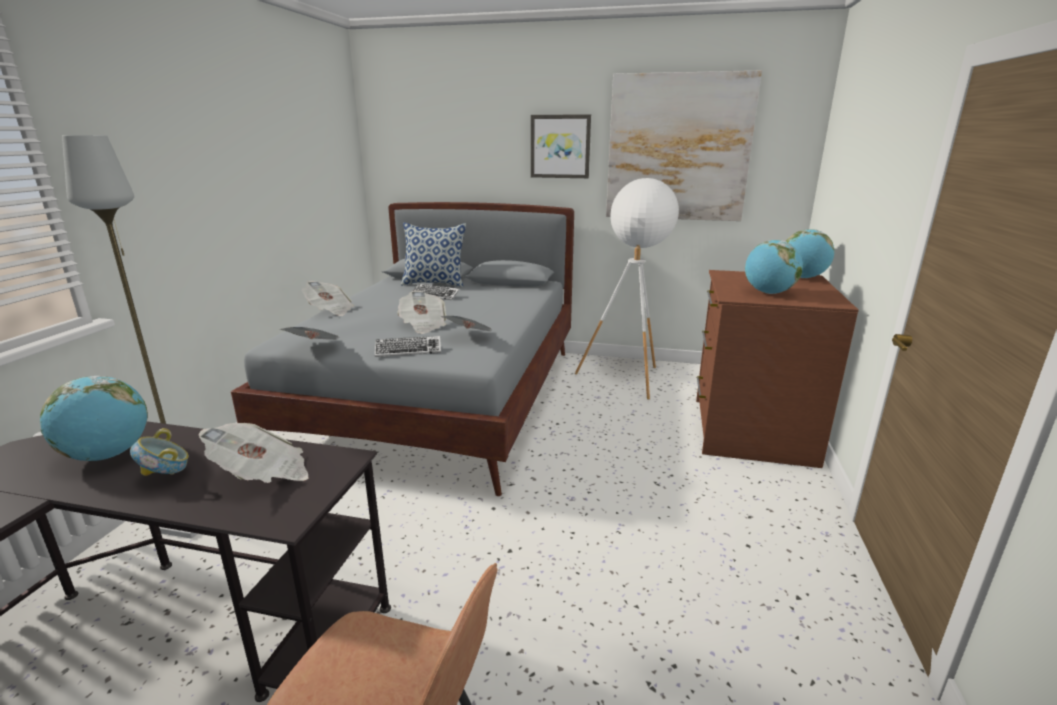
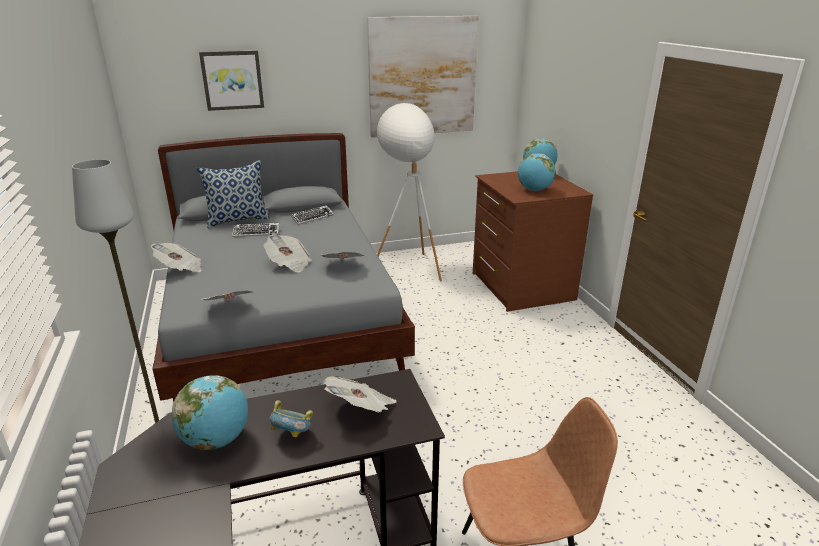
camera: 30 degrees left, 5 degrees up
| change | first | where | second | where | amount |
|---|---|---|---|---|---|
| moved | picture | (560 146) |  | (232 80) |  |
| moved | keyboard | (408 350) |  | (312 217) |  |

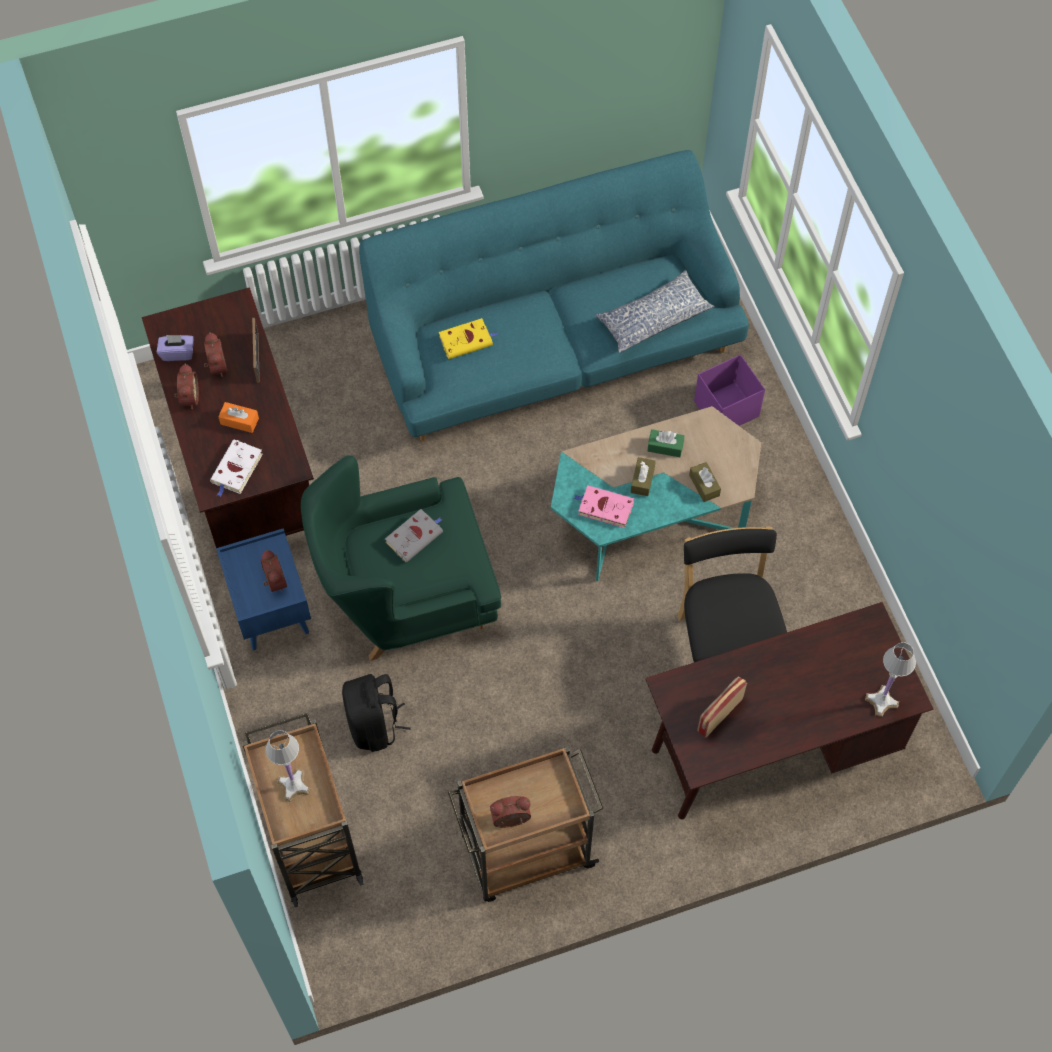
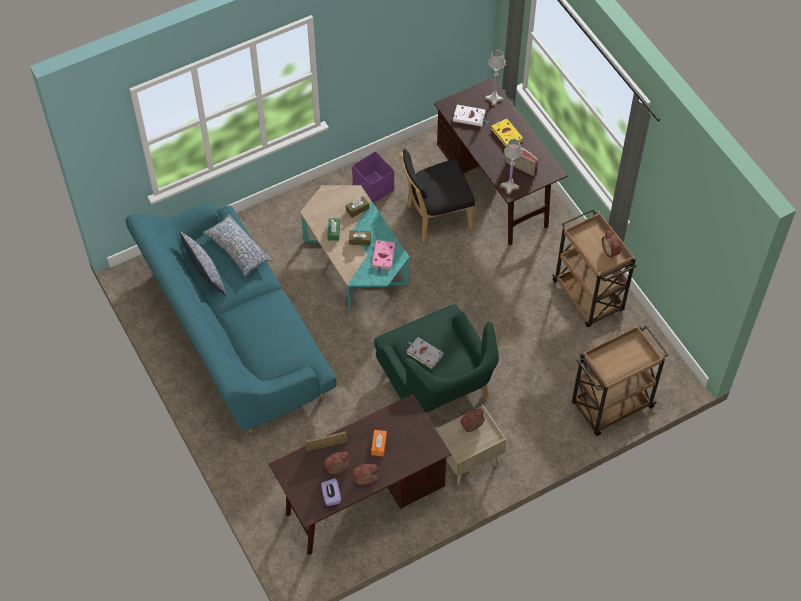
camera: 100 degrees left, 5 degrees down
| change | first | where | second | where | amount |
|---|---|---|---|---|---|
| moved | yellow book | (467 340) |  | (506 134) |  |
| moved | purple storage box | (725 409) |  | (373 188) |  |
| moved | white book | (236 470) |  | (470 117) |  |
| recoloured | blue nightstand | (270 611) | beige nightstand | (468 460) |  |
| removed | black backpack | (374 725) |  |  |  |
| moved | white table lamp | (293 786) |  | (510 186) |  |
| added |  |  | pillow | (205 271) |  |

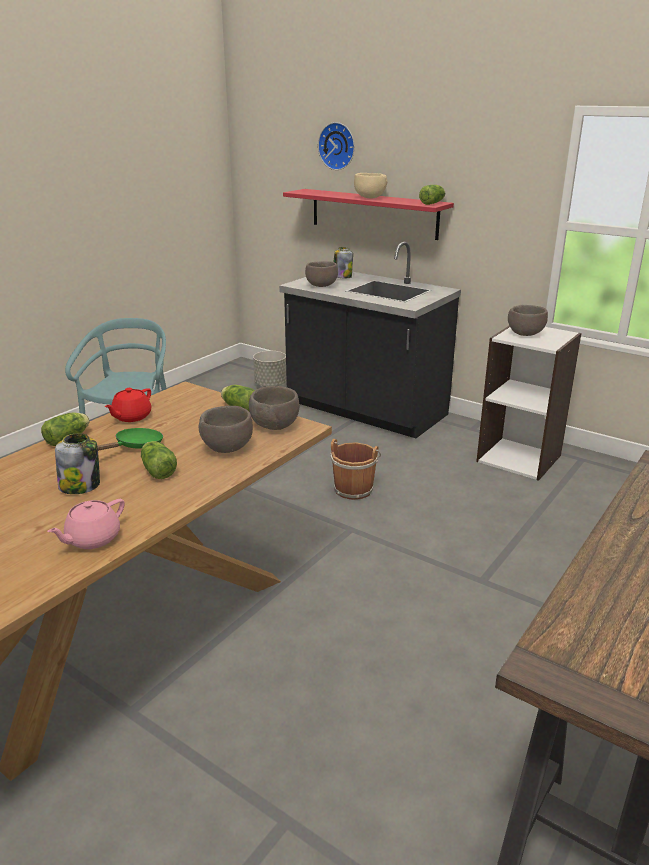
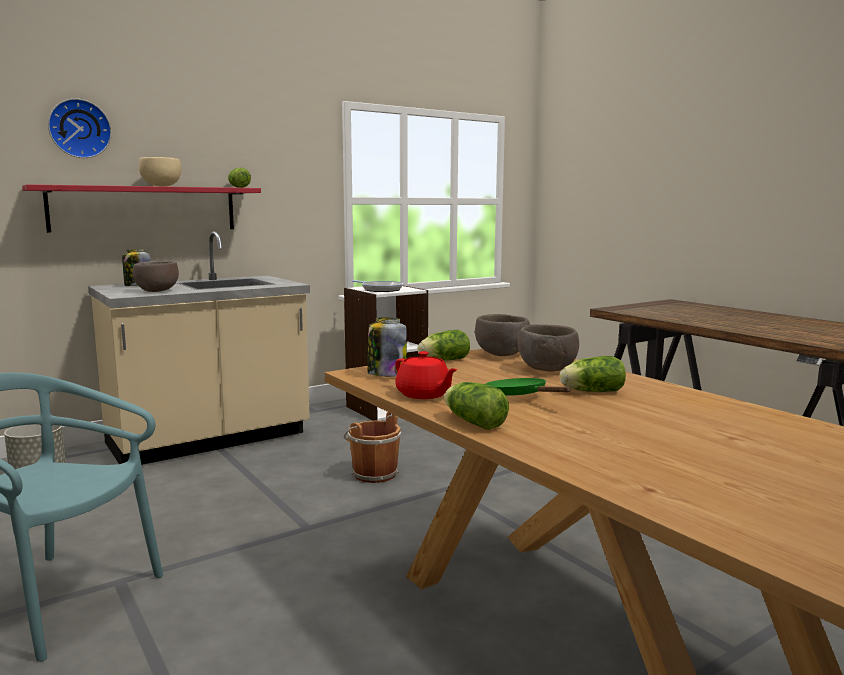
camera: 70 degrees left, 15 degrees down
| change | first | where | second | where | amount |
|---|---|---|---|---|---|
| recoloured | black counter | (365 411) | beige counter | (209 440) |  |
| replaced | brown bowl | (525 334) | frying pan | (380 289) |  |
| moved | jar | (81 485) |  | (386 374) |  |
| removed | pink teapot | (92 539) |  |  |  |

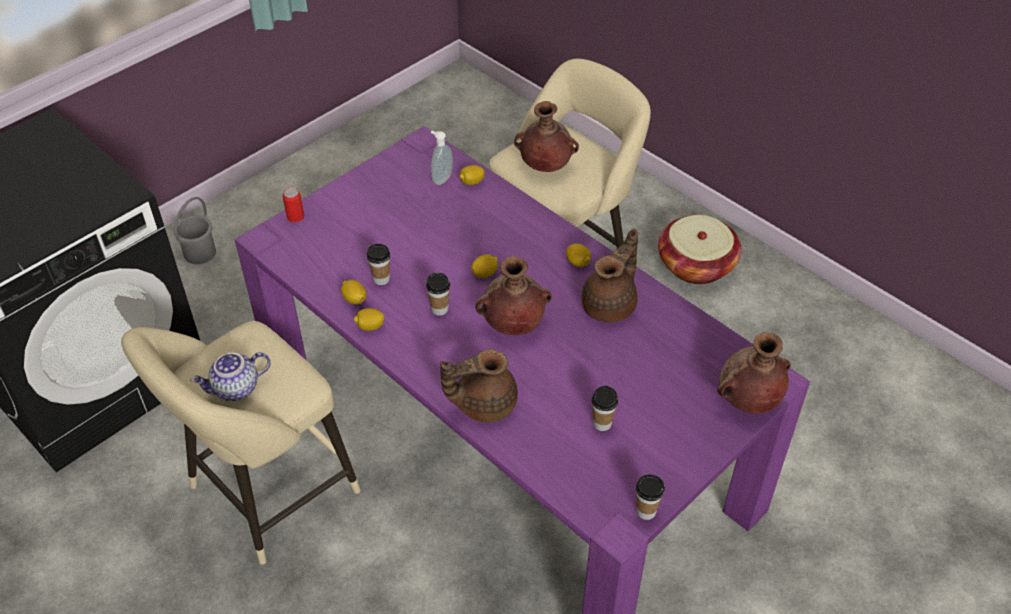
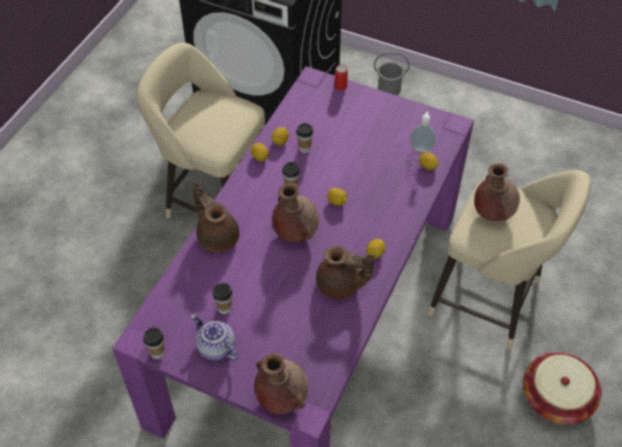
camera: 70 degrees right, 5 degrees up
| change | first | where | second | where | amount |
|---|---|---|---|---|---|
| moved | teapot | (236 389) |  | (215 348) |  |

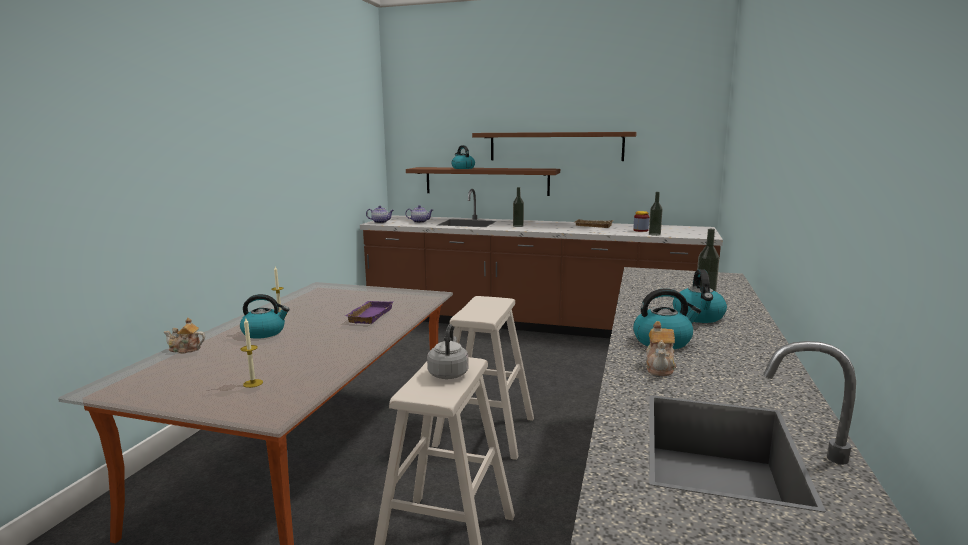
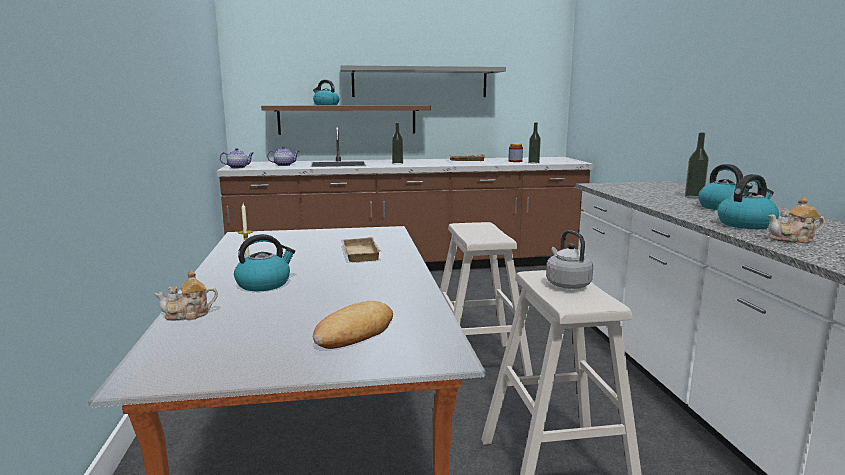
camera: 25 degrees left, 0 degrees up
| change | first | where | second | where | amount |
|---|---|---|---|---|---|
| recoloured | brown shelf | (555 146) | grey shelf | (420 82) |  |
| recoloured | purple tray | (369 315) | beige tray | (358 253) |  |
| replaced | candle | (253 383) | bread | (355 332) |  |
| turned | teapot | (660 367) |  | (792 239) | 105 degrees clockwise |

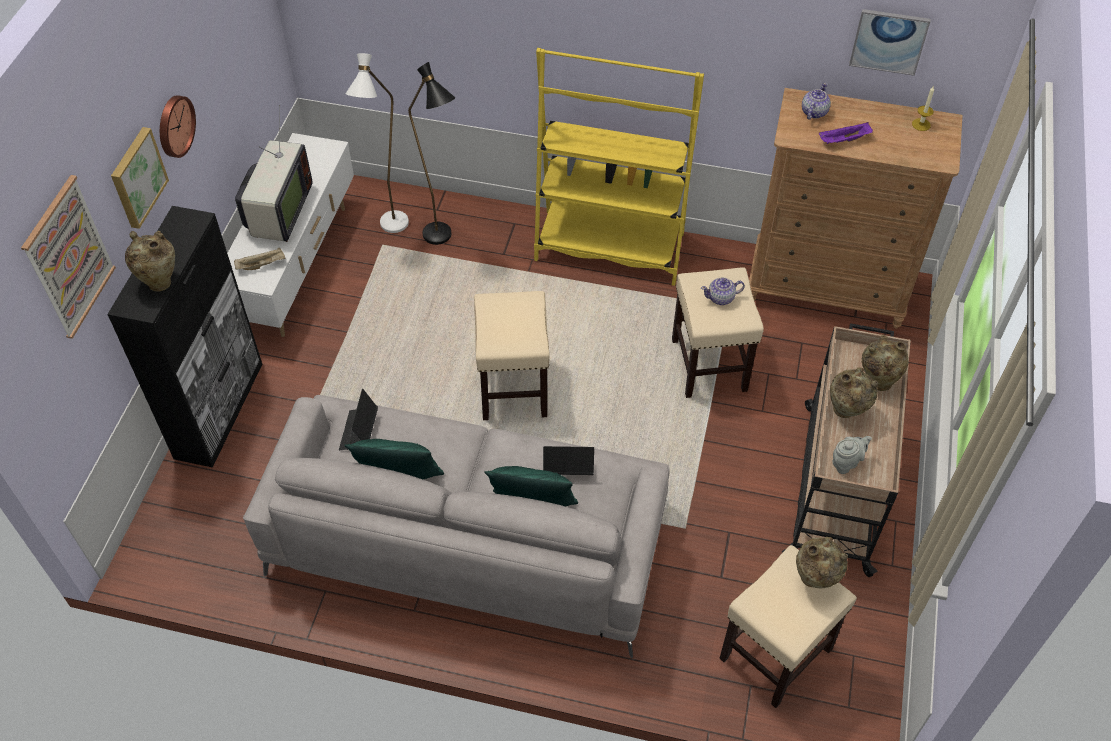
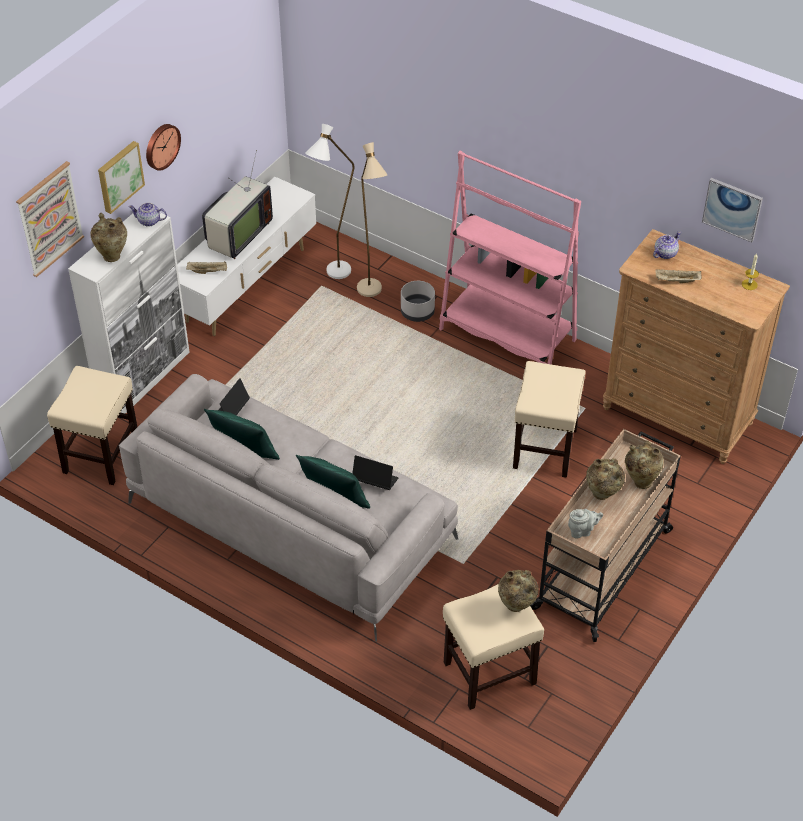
camera: 20 degrees right, 5 degrees down
| change | first | where | second | where | amount |
|---|---|---|---|---|---|
| recoloured | yellow bookcase | (610 247) | pink bookcase | (507 335) |  |
| recoloured | black floor lamp | (443 240) | beige floor lamp | (372 294) |  |
| recoloured | purple tray | (843 140) | beige tray | (676 281) |  |
| recoloured | black cabinet | (220 409) | white cabinet | (144 377) |  |
| moved | teapot | (721 298) |  | (149 221) |  |
| moved | beige stool | (513 387) |  | (101 454) |  |
| added |  |  | grey planter | (418 312) |  |

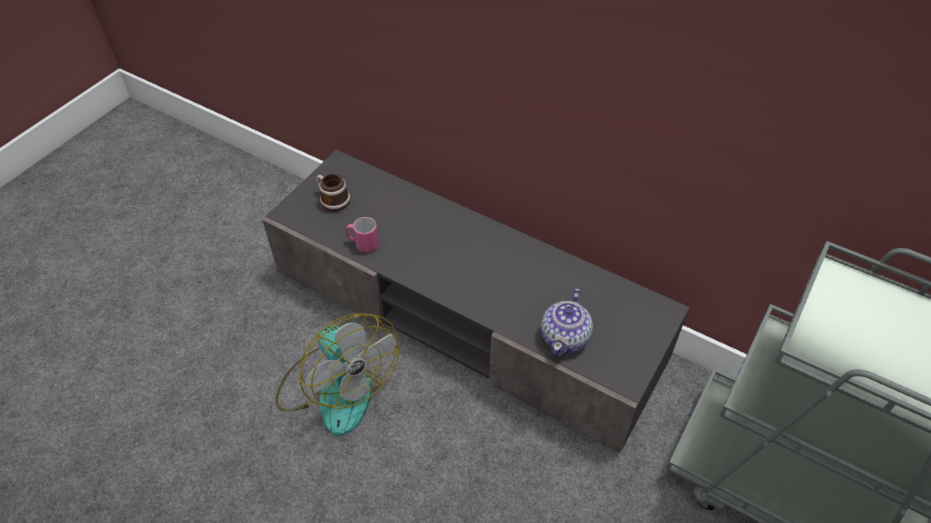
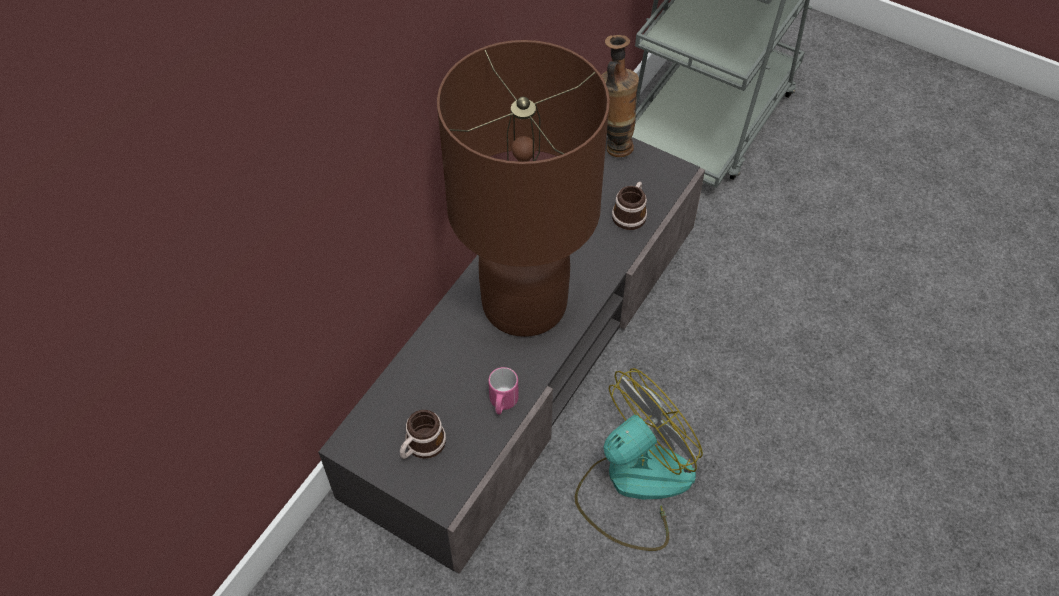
camera: 90 degrees left, 5 degrees up
| change | first | where | second | where | amount |
|---|---|---|---|---|---|
| replaced | teapot | (565 337) | mug | (631 213) |  |
| added |  |  | vase | (615 143) |  |
| added |  |  | brown table lamp | (525 303) |  |

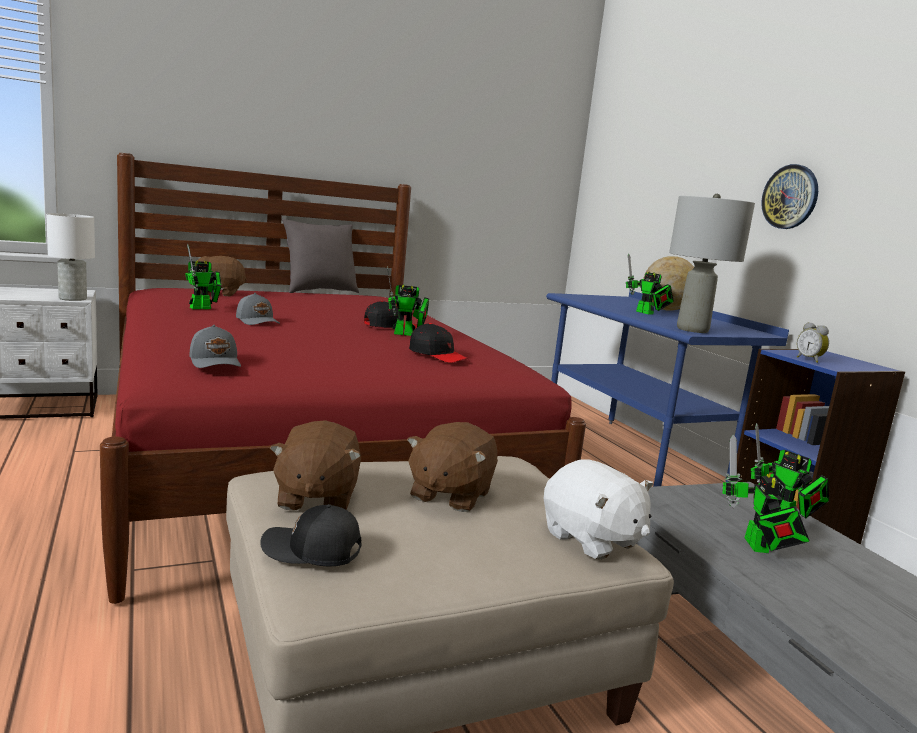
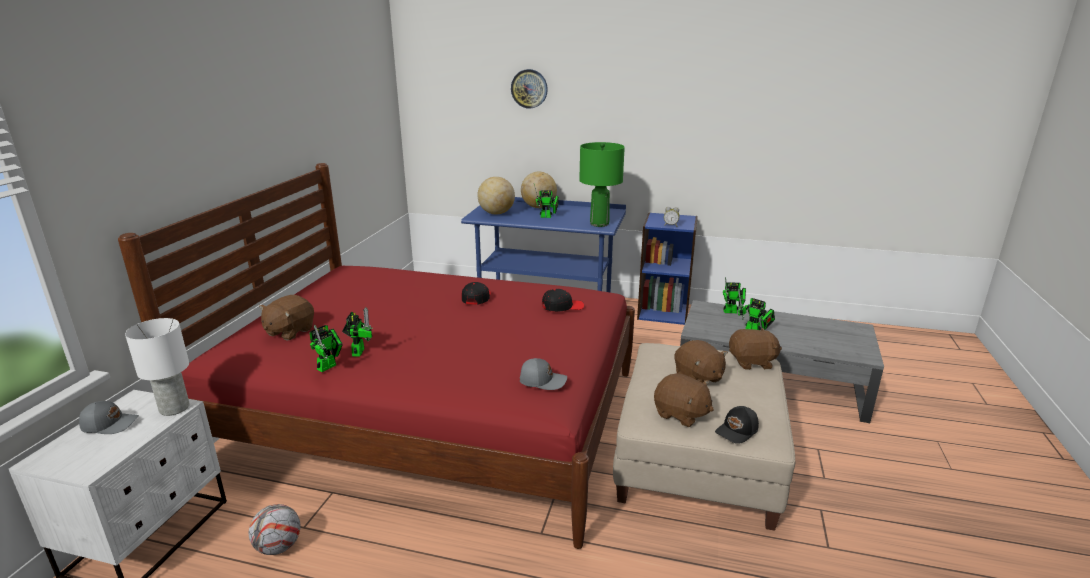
camera: 50 degrees left, 10 degrees up
| change | first | where | second | where | amount |
|---|---|---|---|---|---|
| moved | wall clock | (790 197) |  | (529 88) |  |
| recoloured | grey table lamp | (692 329) | green table lamp | (599 224) |  |
| removed | grey pillow | (319 291) |  |  |  |
| moved | toy robot | (407 334) |  | (329 366) |  |
| moved | grey cap | (258 321) |  | (110 424) |  |
| recoloured | white plush toy | (592 539) | brown plush toy | (752 362) |  |
| added |  |  | globe | (496 213) |  |
| added |  |  | football | (278 547) |  |

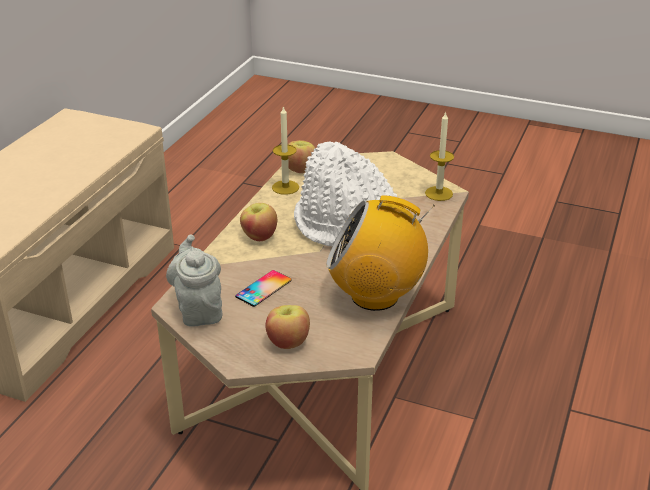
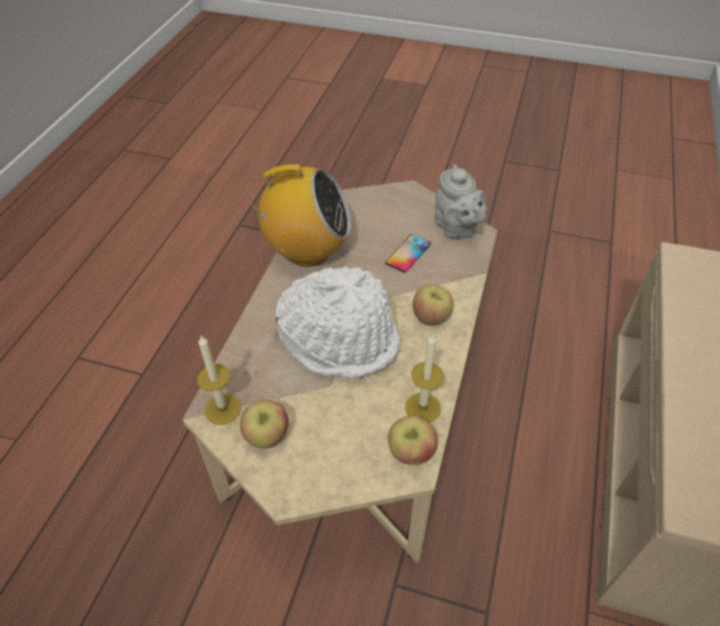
camera: 175 degrees right, 15 degrees up
| change | first | where | second | where | amount |
|---|---|---|---|---|---|
| moved | apple | (288 342) |  | (267 436) |  |

